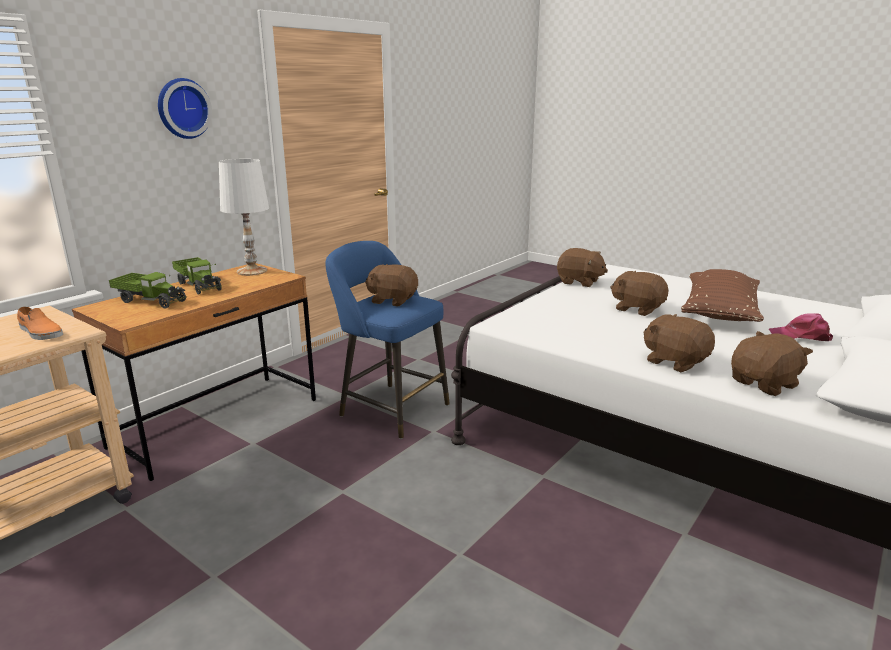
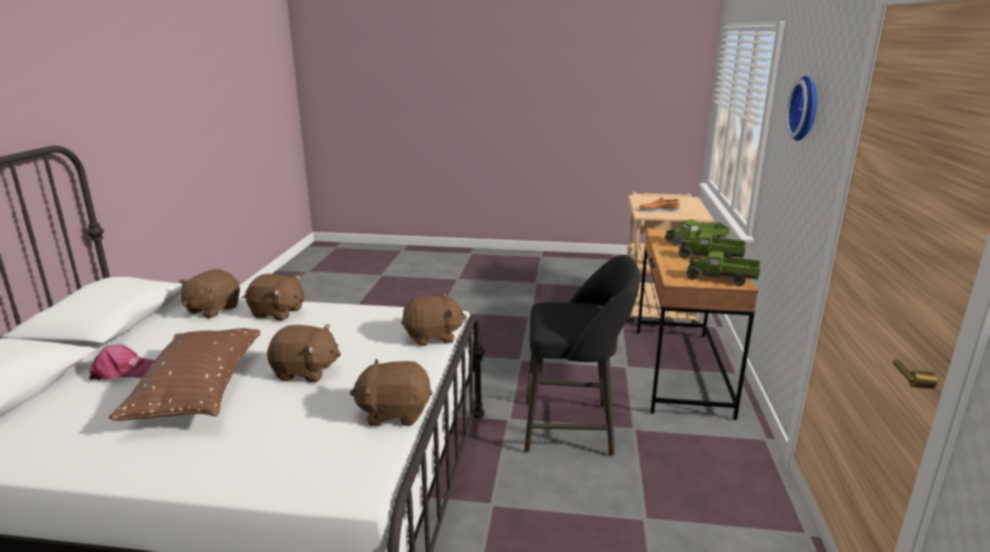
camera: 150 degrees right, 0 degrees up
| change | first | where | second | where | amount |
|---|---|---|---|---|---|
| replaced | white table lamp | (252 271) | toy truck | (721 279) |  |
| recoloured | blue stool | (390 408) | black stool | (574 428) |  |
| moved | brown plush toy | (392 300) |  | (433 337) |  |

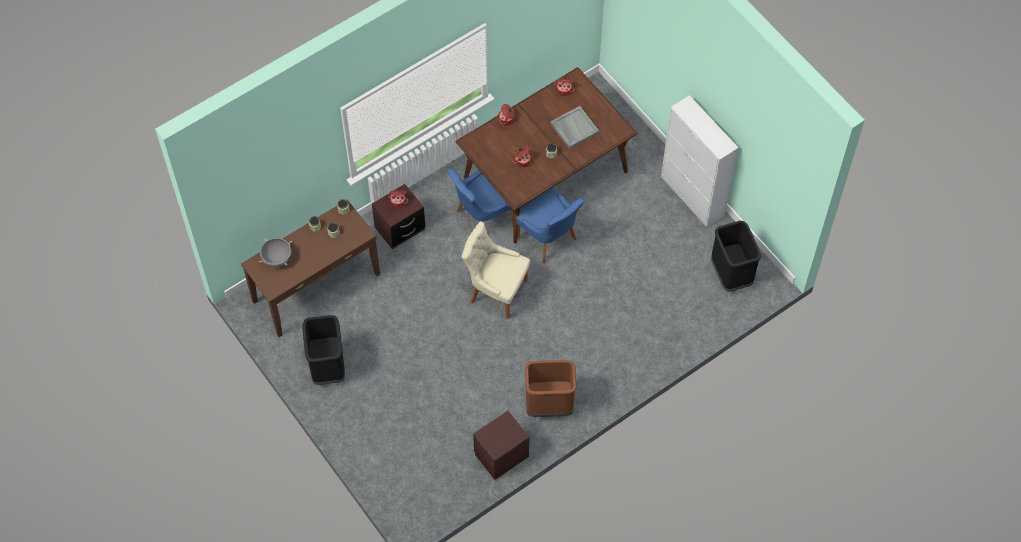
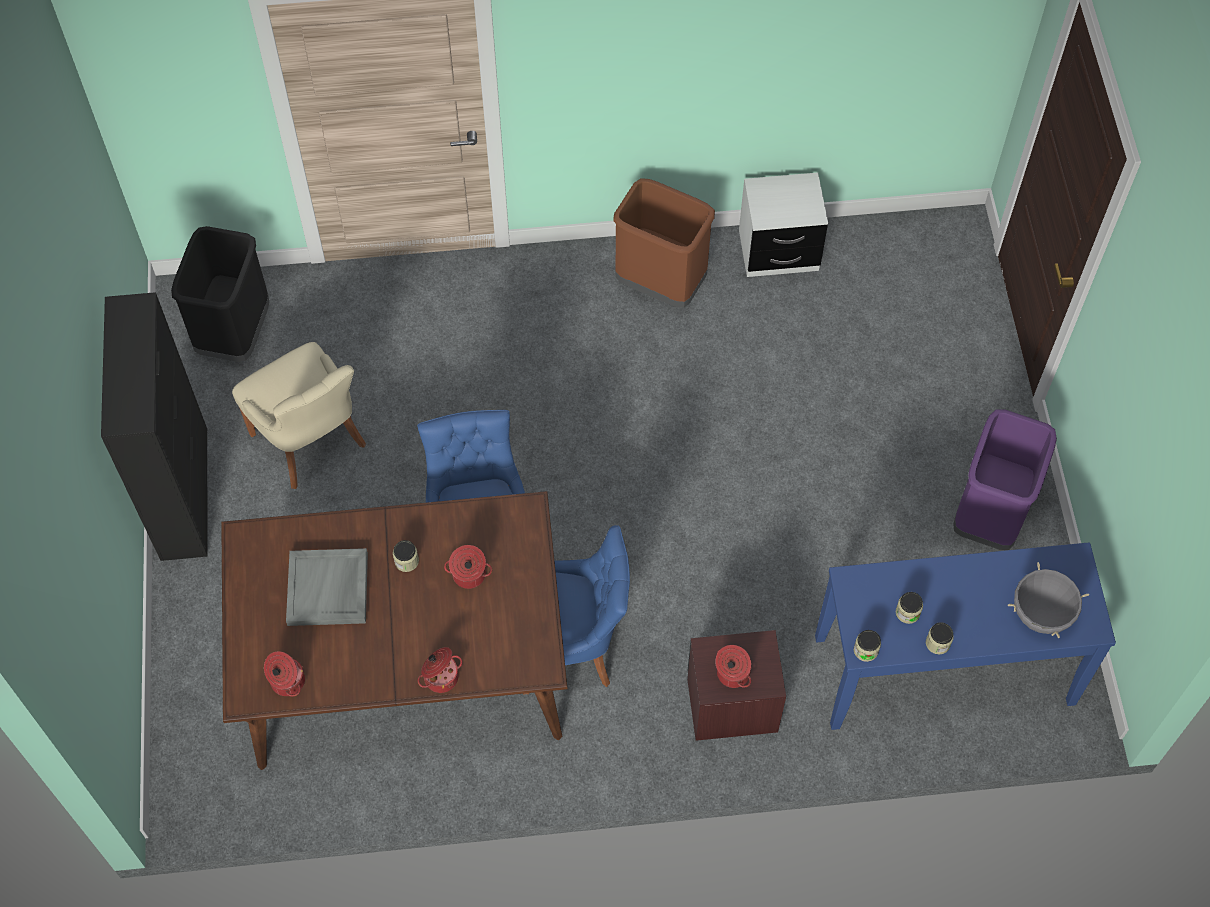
camera: 150 degrees left, 0 degrees up
| change | first | where | second | where | amount |
|---|---|---|---|---|---|
| recoloured | white cabinet | (692 196) | black cabinet | (184 492) |  |
| recoloured | brown console table | (316 287) | blue console table | (944 671) |  |
| moved | beige chair | (496 291) |  | (311 442) |  |
| recoloured | black trash can | (327 367) | purple trash can | (989 516) |  |
| recoloured | brown nightstand | (501 455) | white nightstand | (778 251) |  |

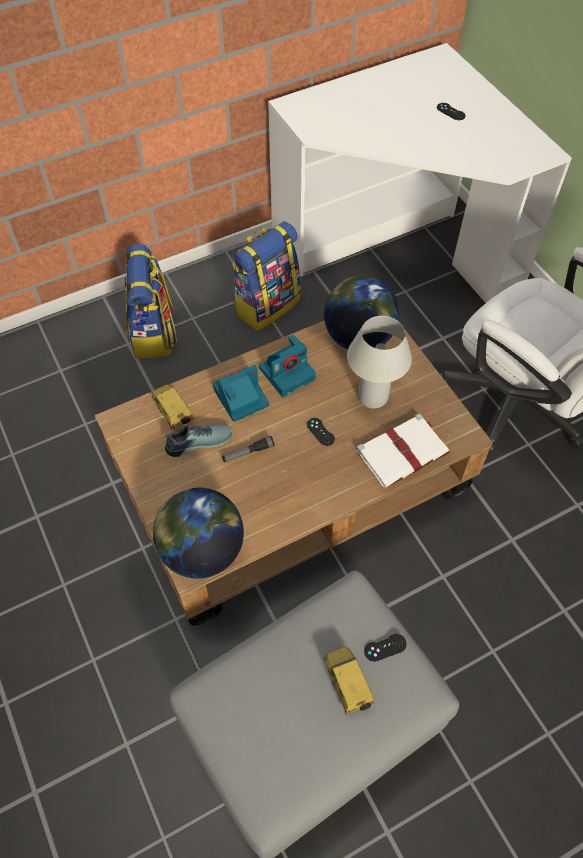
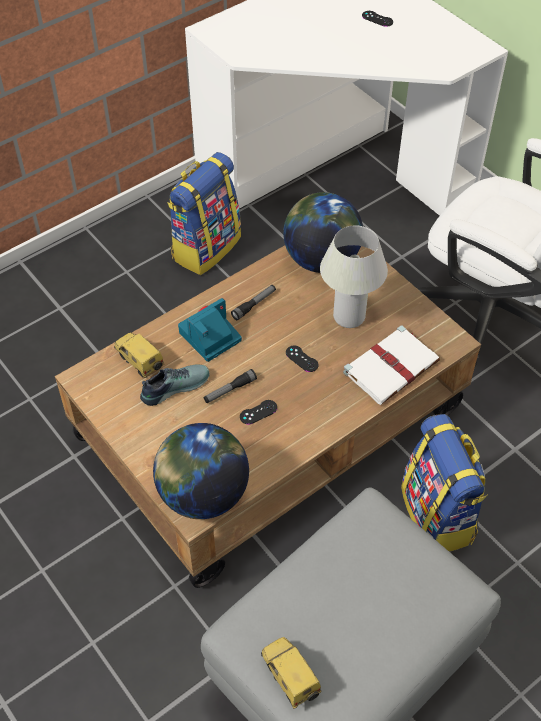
camera: 10 degrees left, 5 degrees down
| change | first | where | second | where | amount |
|---|---|---|---|---|---|
| moved | backpack | (154 333) |  | (438 515) |  |
| replaced | photo camera | (287 372) | flashlight | (254 305) |  |
| moved | black game controller | (385 647) |  | (258 412) |  |
| moved | toy car | (346 683) |  | (289 677) |  |

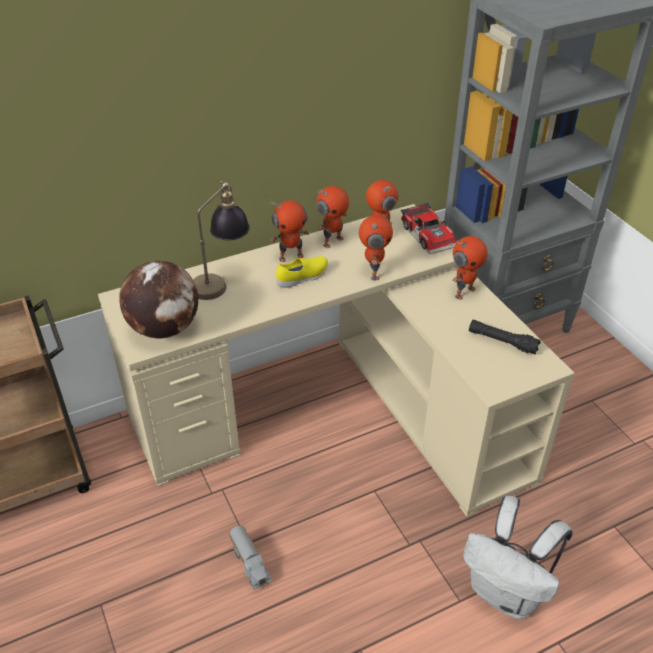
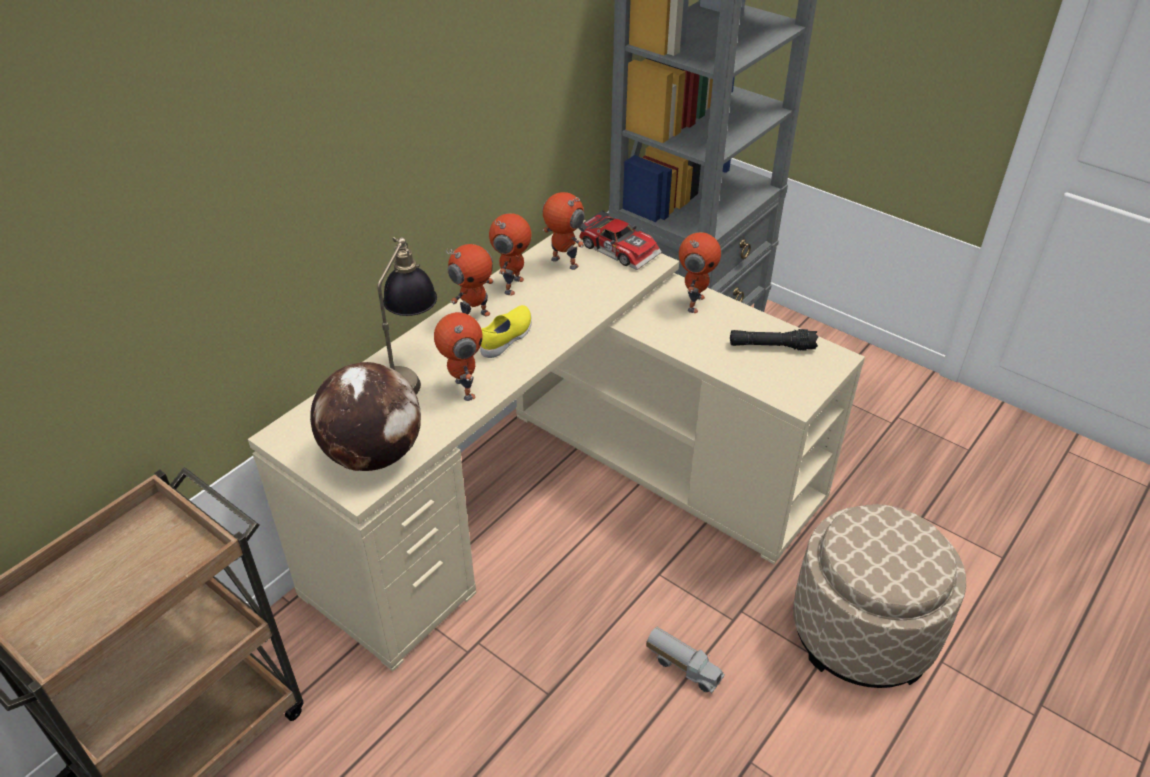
camera: 25 degrees left, 0 degrees up
| change | first | where | second | where | amount |
|---|---|---|---|---|---|
| moved | toy robot | (373 272) |  | (463 389) |  |
| replaced | white backpack | (506 593) | beige ottoman | (862 631) |  |
| moved | toy truck | (251 563) |  | (684 666) |  |

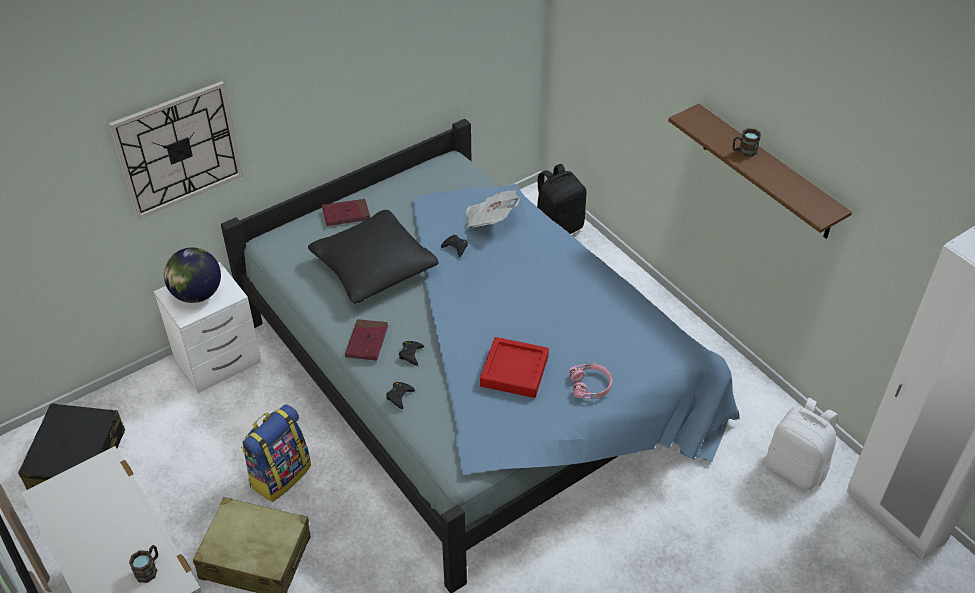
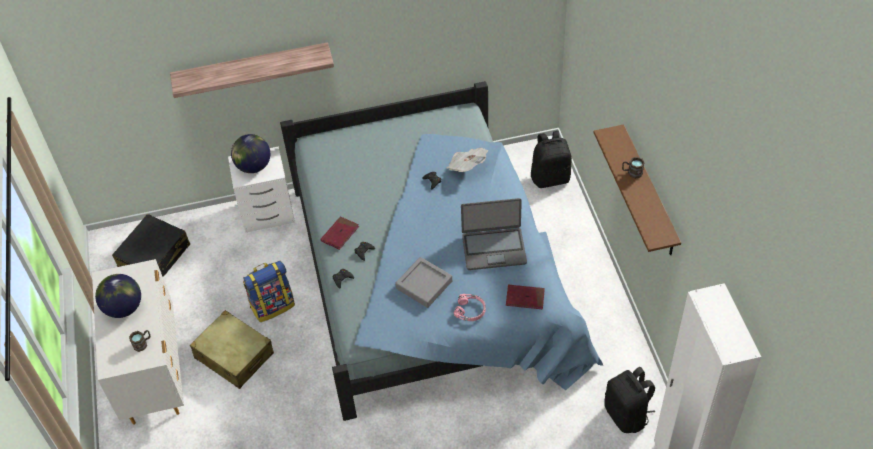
camera: 25 degrees right, 5 degrees up
| change | first | where | second | where | amount |
|---|---|---|---|---|---|
| replaced | wall clock | (178 149) | shelf | (252 69) |  |
| moved | red book | (346 214) |  | (525 298) |  |
| removed | black pillow | (374 268) |  |  |  |
| recoloured | red tray | (514 371) | grey tray | (424 285) |  |
| recoloured | white backpack | (796 468) | black backpack | (627 415) |  |
| added |  |  | laptop | (493 248) |  |
| added |  |  | globe | (124 308) |  |

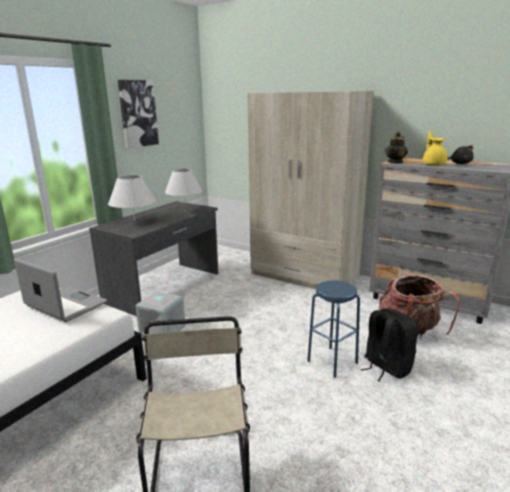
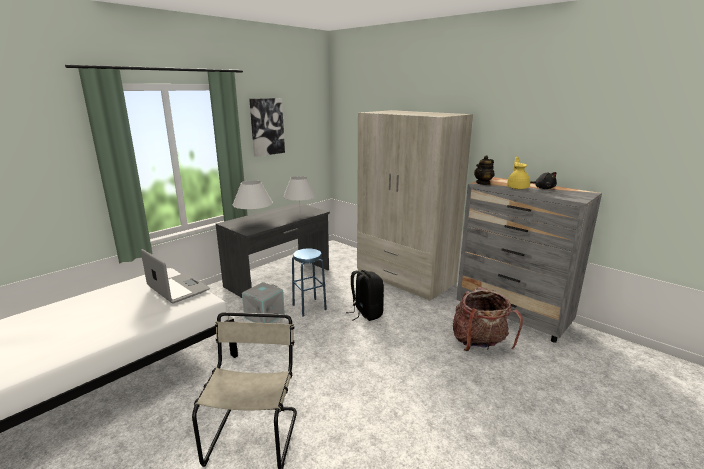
camera: 10 degrees right, 0 degrees up
| change | first | where | second | where | amount |
|---|---|---|---|---|---|
| moved | blue stool | (332 362) |  | (309 307) |  |
| moved | black backpack | (386 367) |  | (366 313) |  |

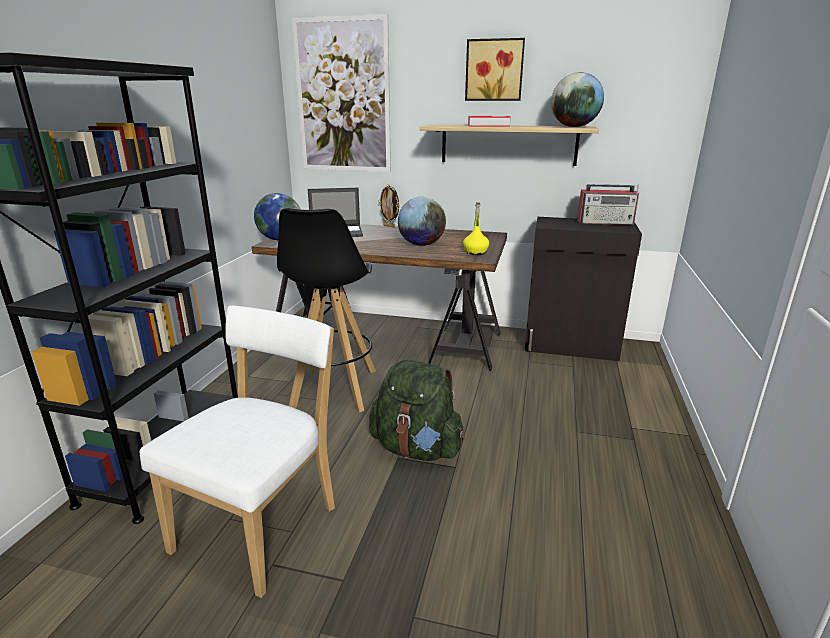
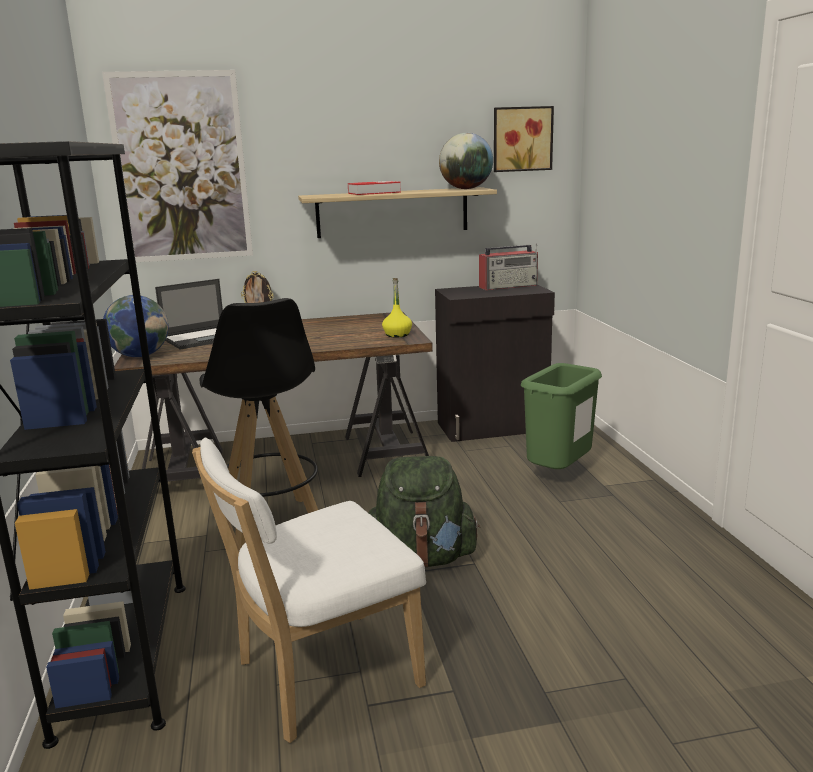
camera: 25 degrees left, 5 degrees down
| change | first | where | second | where | amount |
|---|---|---|---|---|---|
| moved | picture | (494 70) |  | (521 139) |  |
| removed | globe | (421 244) |  |  |  |
| turned | white chair | (262 525) |  | (320 677) | 120 degrees counterclockwise |
| added |  |  | green trash can | (559 475) |  |

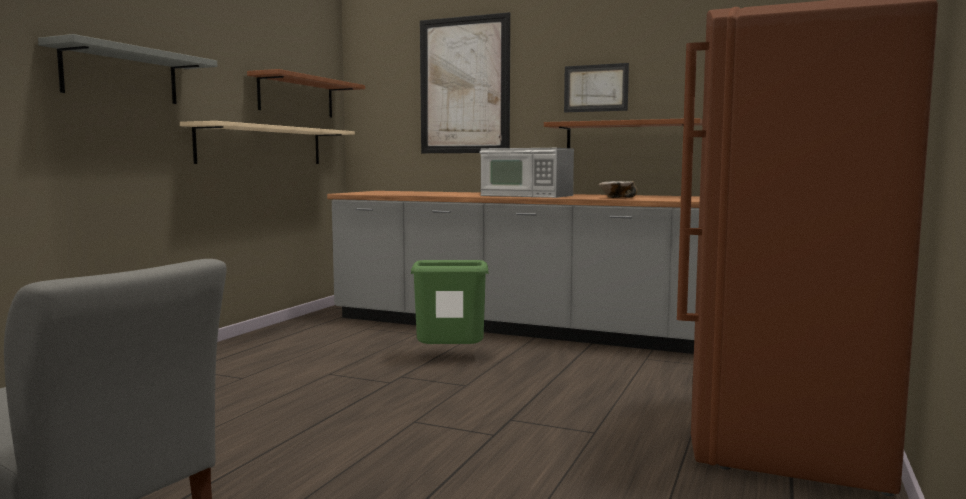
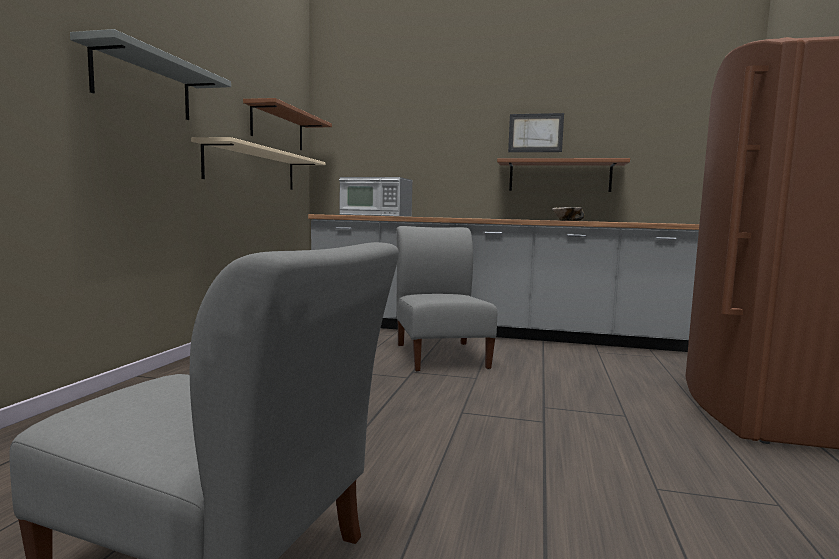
camera: 10 degrees left, 0 degrees up
| change | first | where | second | where | amount |
|---|---|---|---|---|---|
| removed | picture | (464 85) |  |  |  |
| moved | microwave | (526 195) |  | (375 215) |  |
| replaced | green trash can | (451 358) | grey chair | (440 355) |  |

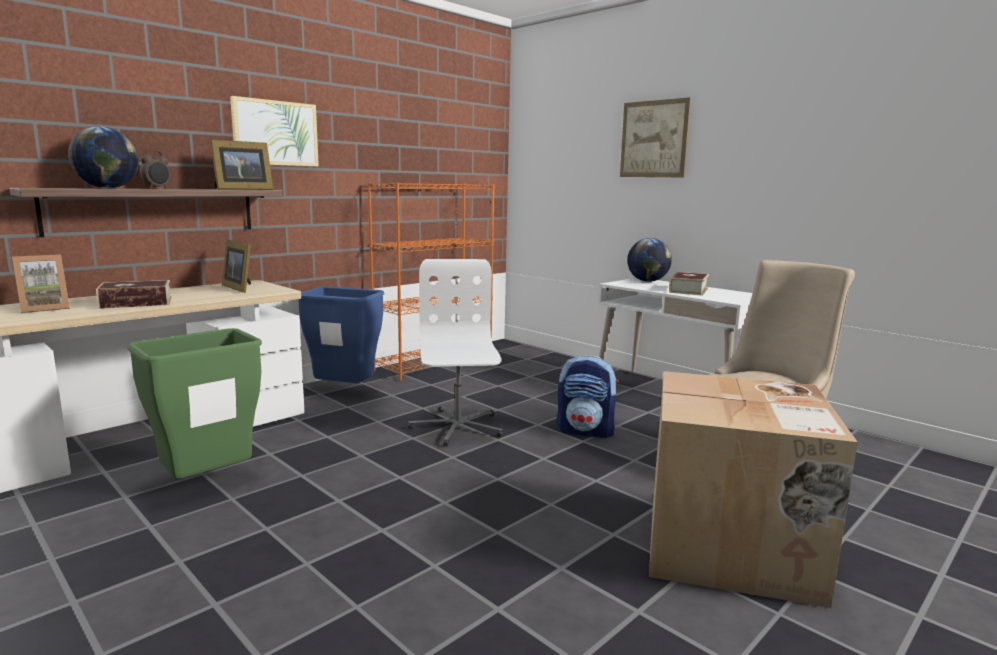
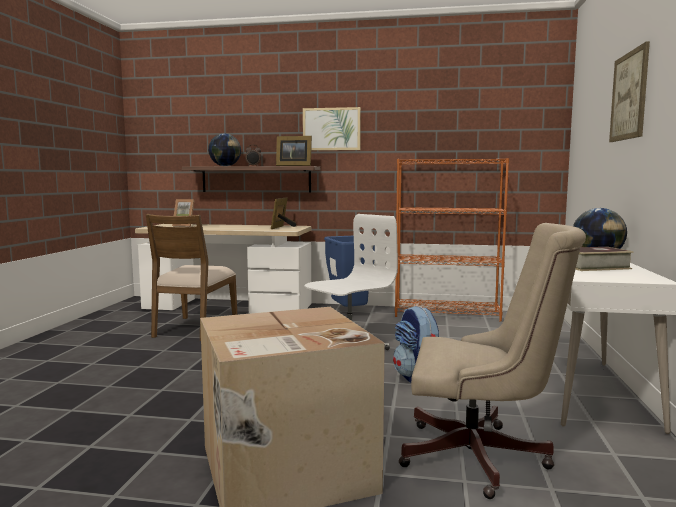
camera: 55 degrees right, 5 degrees down
| change | first | where | second | where | amount |
|---|---|---|---|---|---|
| removed | book | (136 303) |  |  |  |
| replaced | green trash can | (207 483) | brown chair | (194 328) |  |

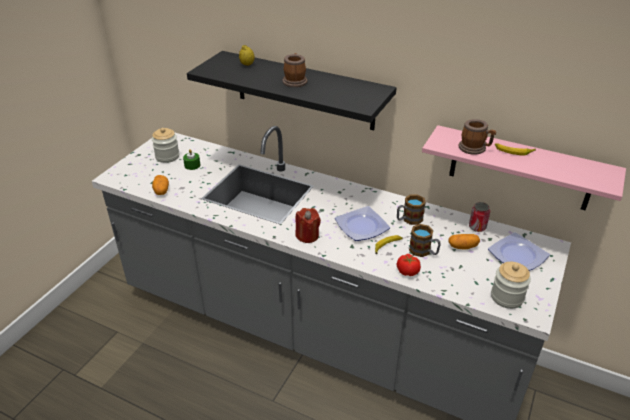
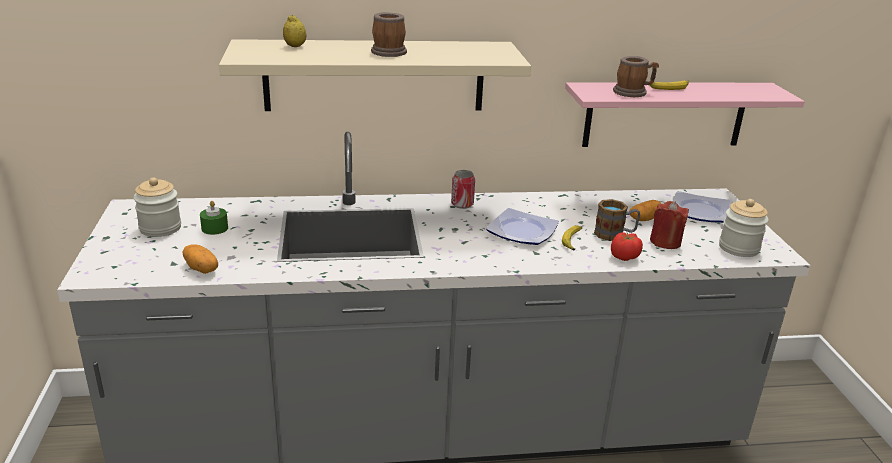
camera: 35 degrees left, 10 degrees down
| change | first | where | second | where | amount |
|---|---|---|---|---|---|
| recoloured | black shelf | (304 90) | beige shelf | (374 76) |  |
| removed | mug | (408 219) |  |  |  |
| moved | can | (477 227) |  | (462 204) |  |
| moved | red candle | (307 236) |  | (665 242) |  |

